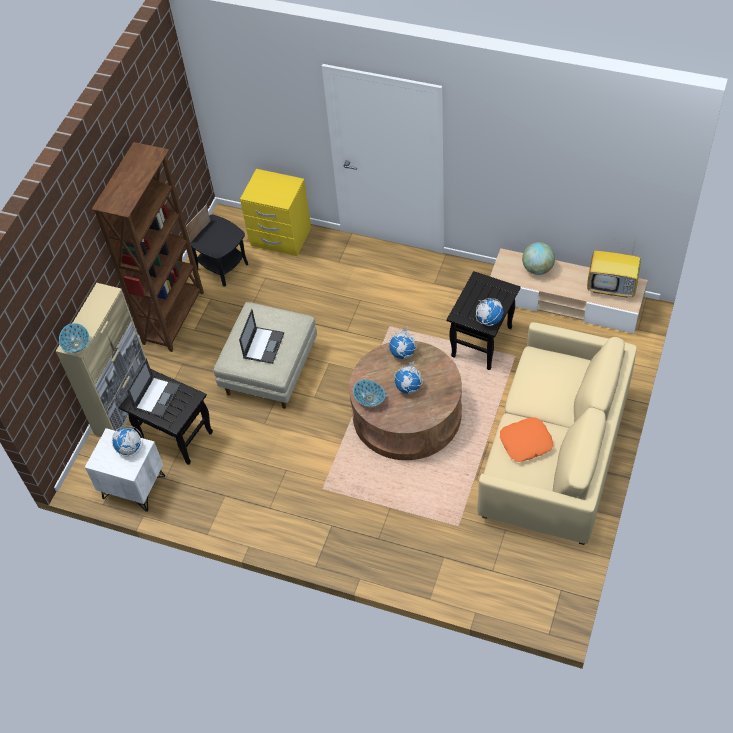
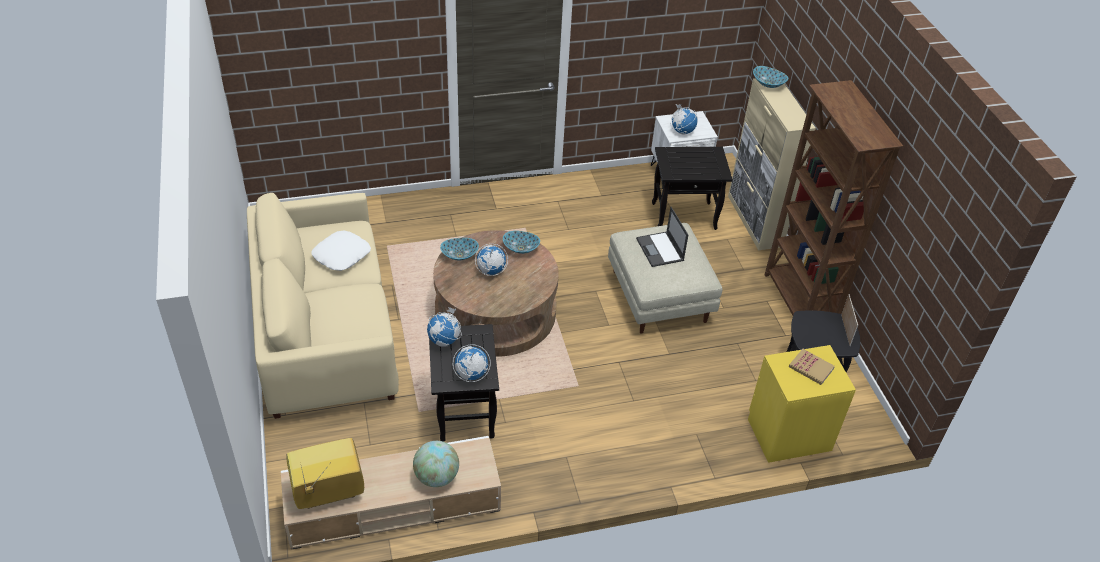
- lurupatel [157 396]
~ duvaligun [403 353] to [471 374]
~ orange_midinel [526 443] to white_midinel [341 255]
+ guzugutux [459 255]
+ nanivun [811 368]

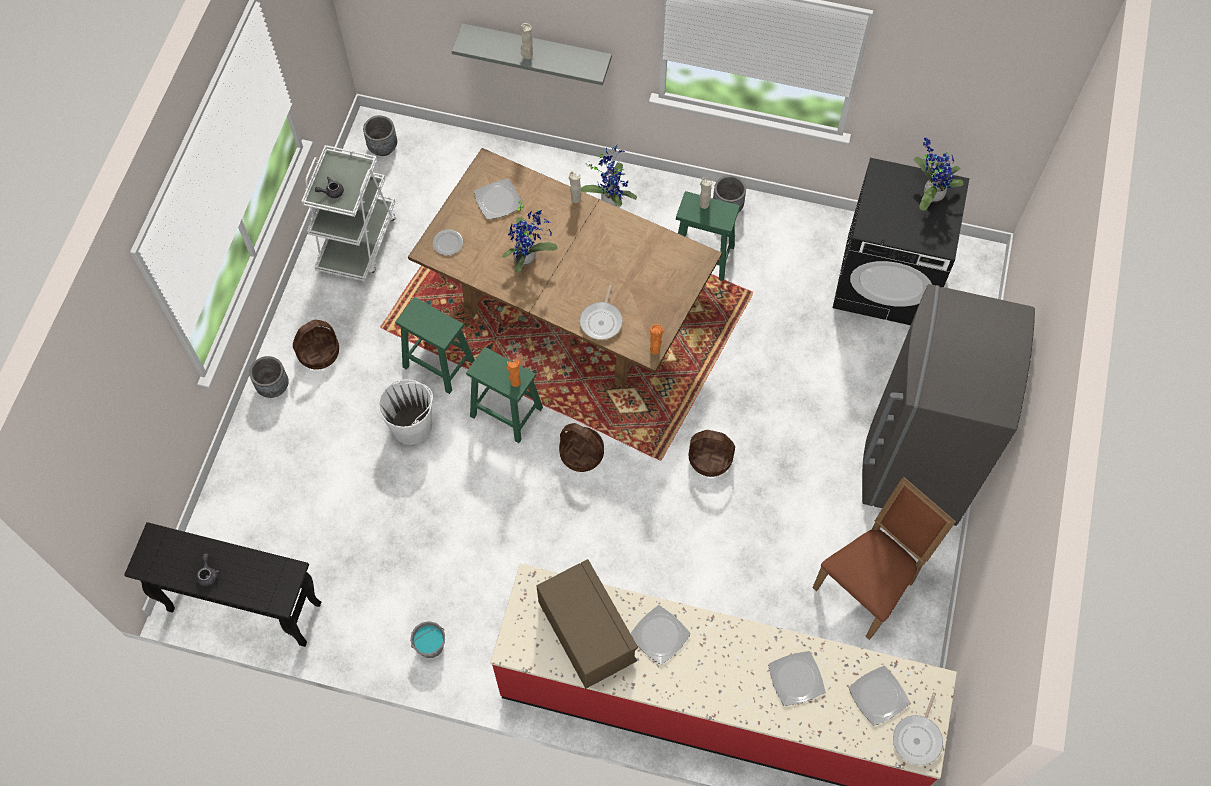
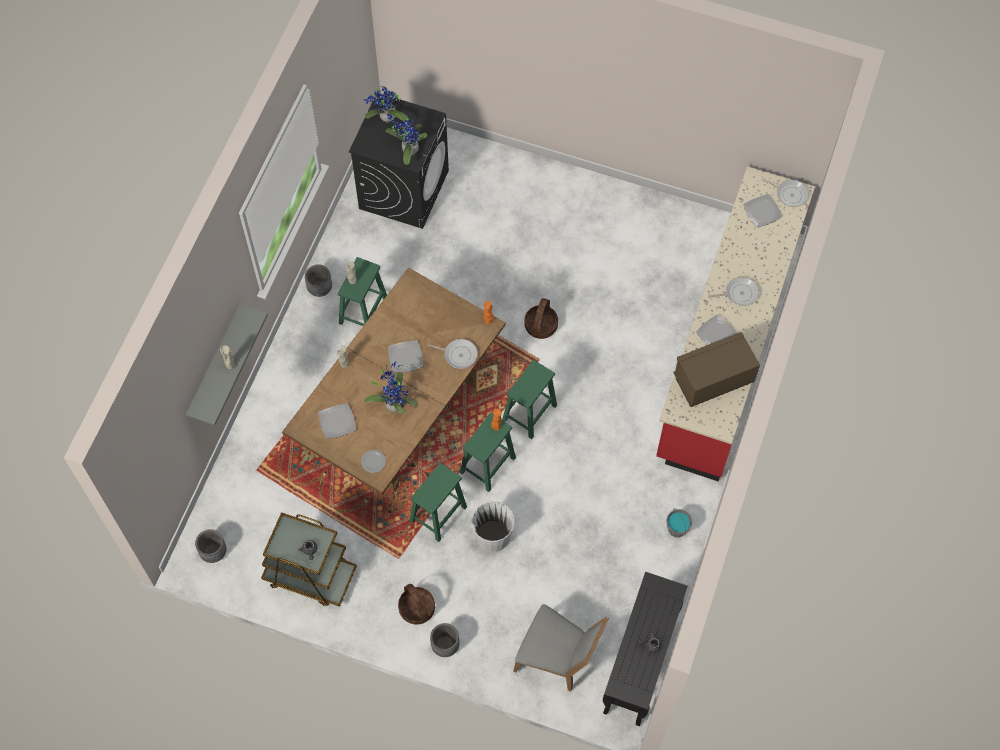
~ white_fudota [357 241] to brown_fudota [309 575]
~ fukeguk [581 454] to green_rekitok [529 413]
~ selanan [610 198] to [408 149]
~ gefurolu [796 679] to [406 357]
- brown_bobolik [869 584]
- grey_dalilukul [916 461]
+ grey_bobolik [557 659]
+ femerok [739 293]

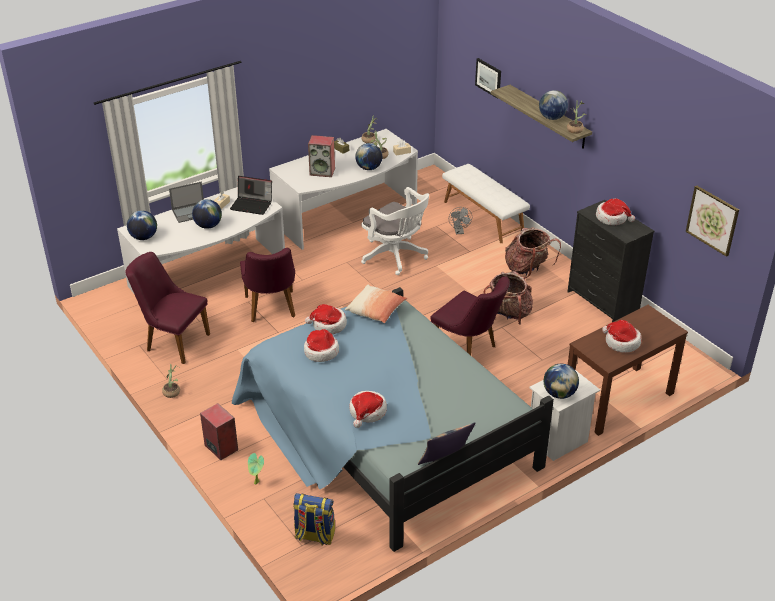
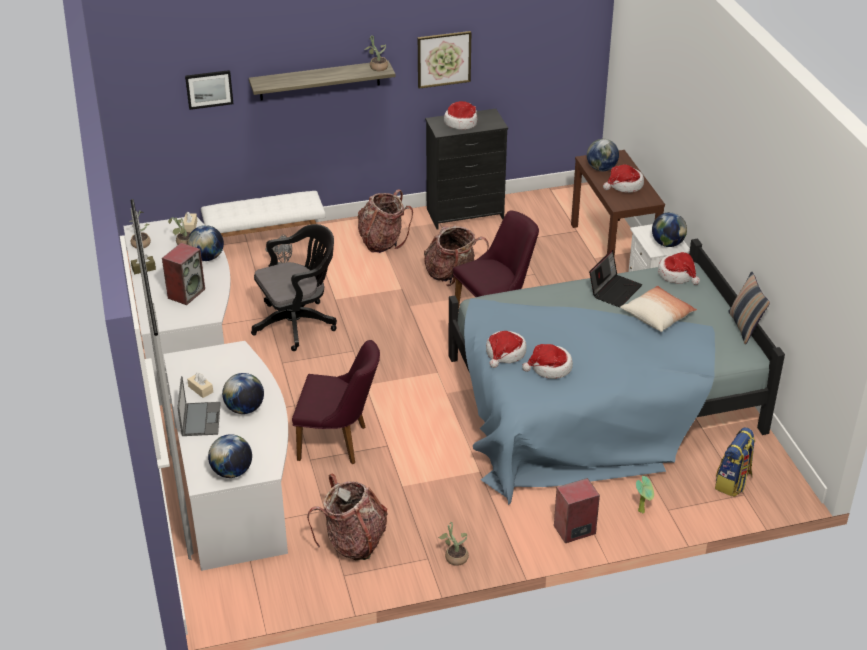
~ purple_bobolik [172 341] to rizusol [353 542]
~ lurupatel [252 205] to [614 290]
~ midinel [376 310] to [657 316]
~ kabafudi [367 412] to [677 274]
~ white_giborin [396 257] to black_giborin [298 323]
~ duvaligun [552 118] to [601 169]
~ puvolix [712 220] to [444 59]

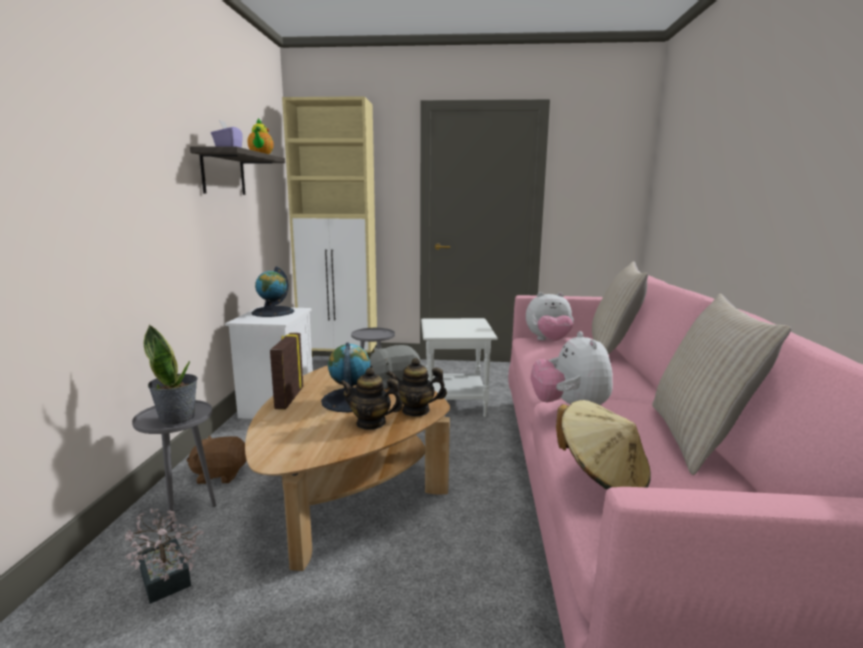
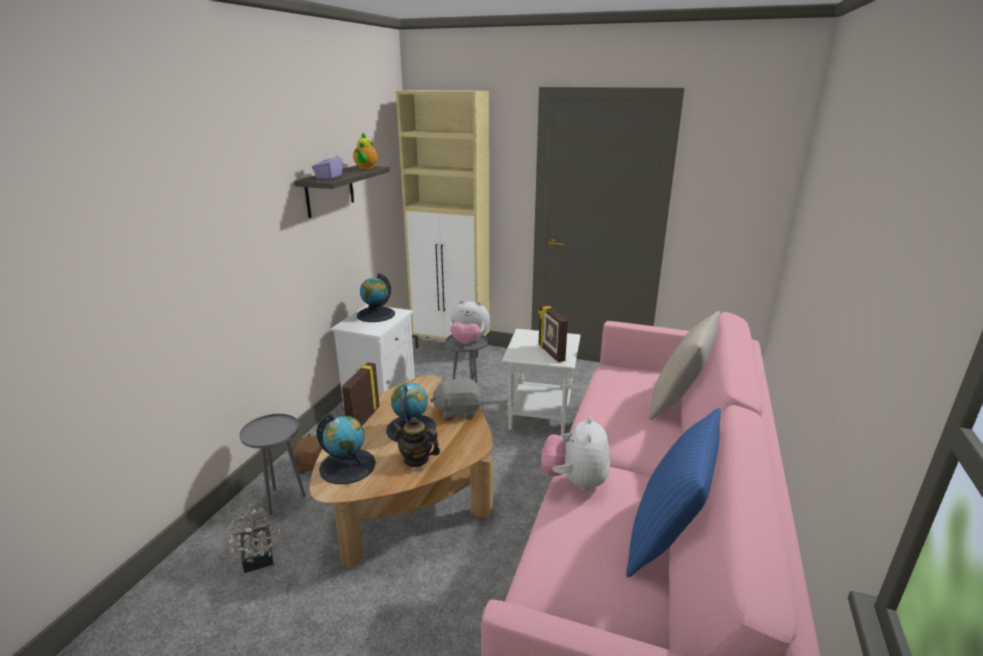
- selanan [178 417]
- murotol [416 410]
~ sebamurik [548 341] to [469 341]
- beige_kabafudi [602 475]
~ beige_midinel [697 439] to blue_midinel [667 537]
+ duvaligun [347 466]
+ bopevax [550 353]

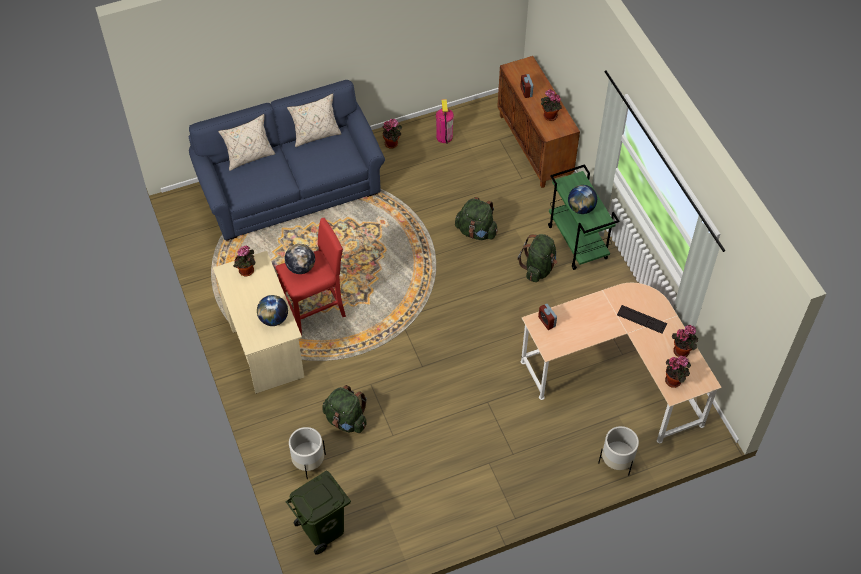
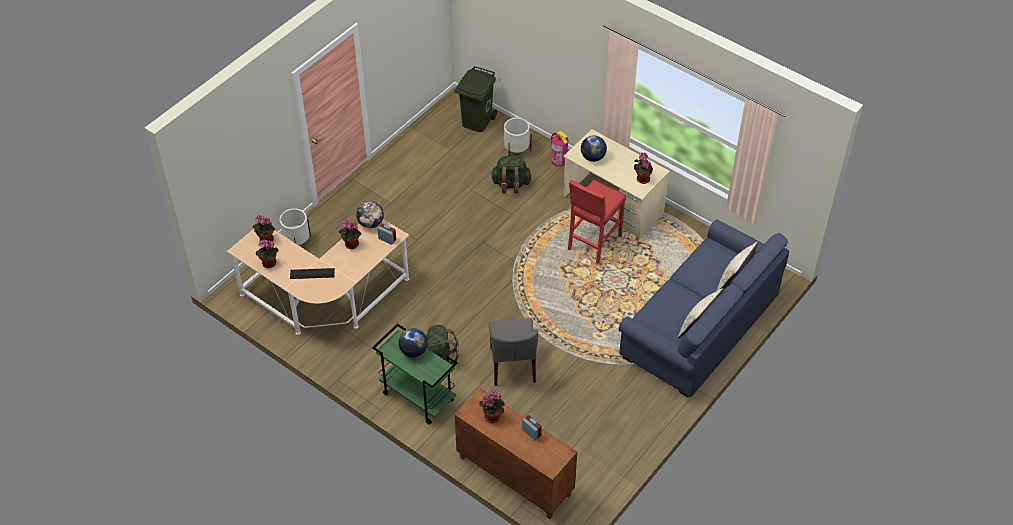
~ duvaligun [301 267] to [371 223]
~ selanan [392 143] to [350 245]
~ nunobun [444 137] to [559 161]
~ green_rizusol [476 231] to grey_bobolik [513 365]

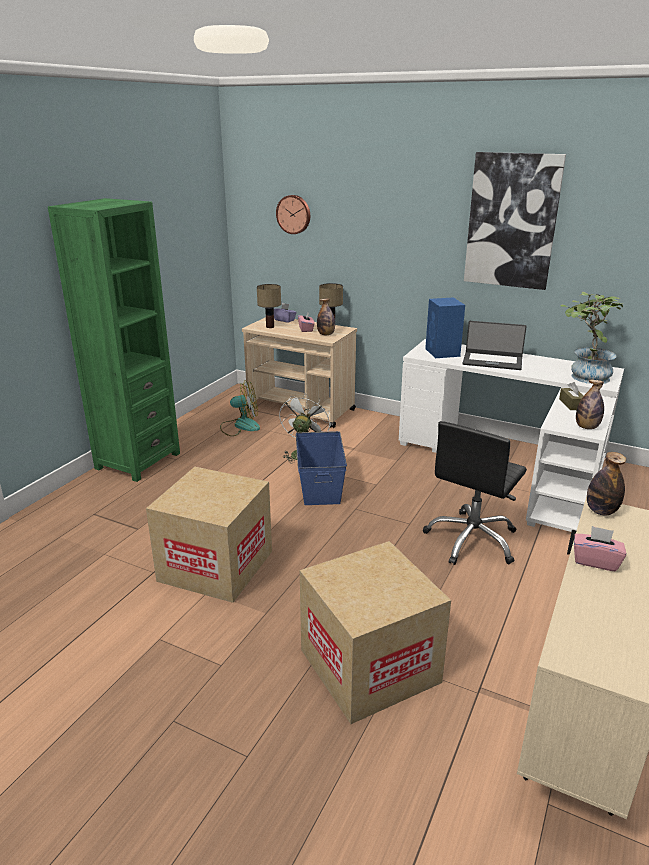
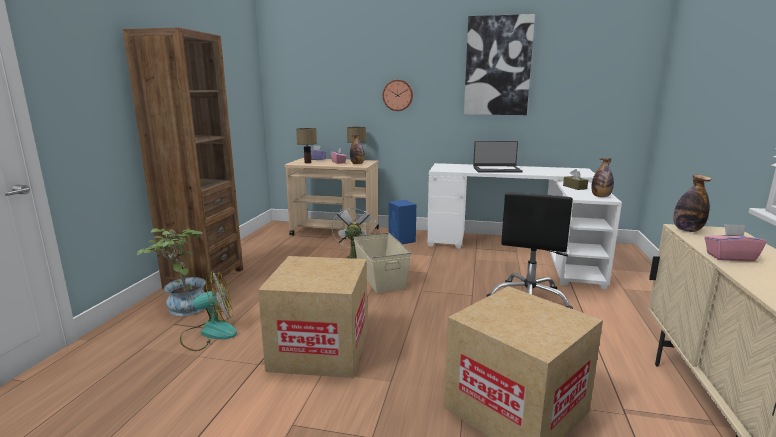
~ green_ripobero [138 461] to brown_ripobero [204 278]
~ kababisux [240 426] to [209 333]
~ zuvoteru [294 214] to [398 95]
~ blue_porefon [319 485] to beige_porefon [380 278]
~ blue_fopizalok [442 353] to [402 240]
~ selanan [584 376] to [182 306]

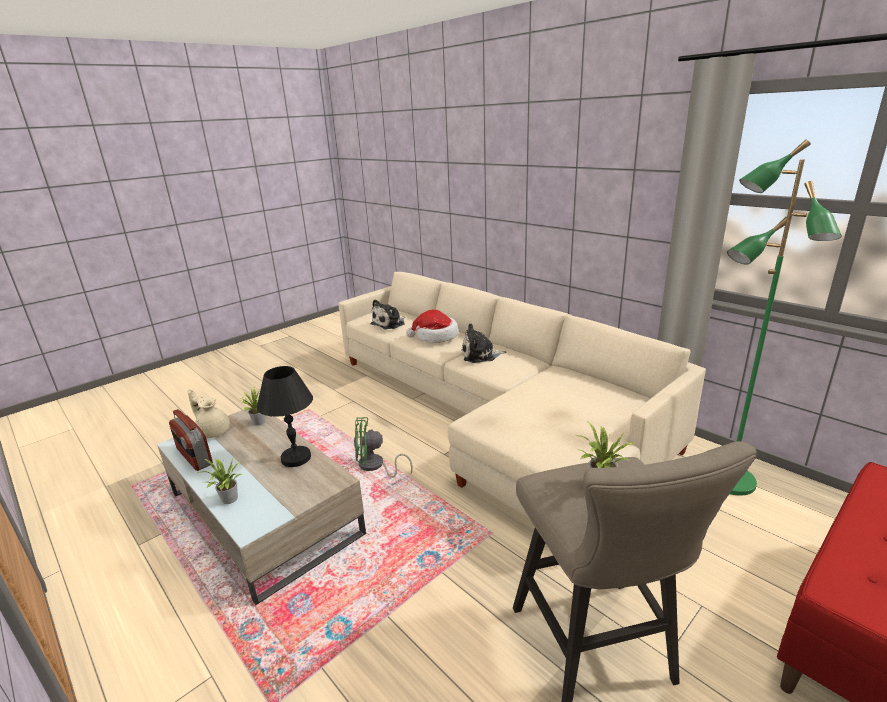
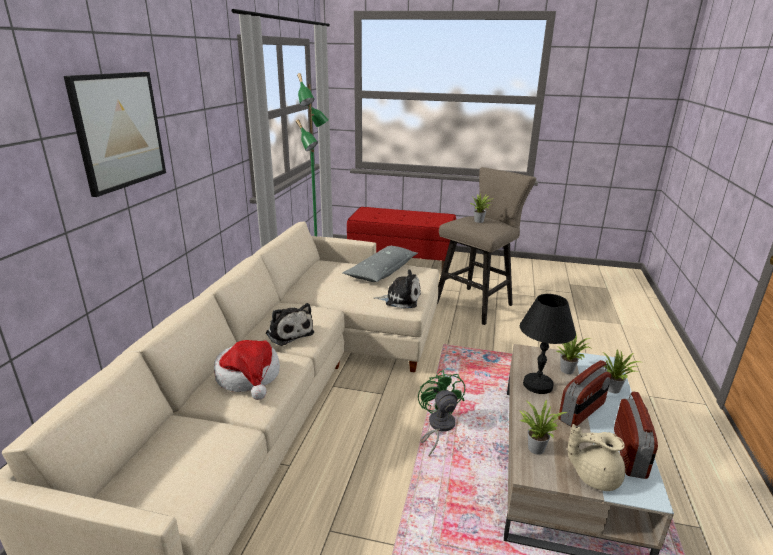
~ beige_murotol [213 431] = [594 476] 105 degrees clockwise
~ green_kababisux [375 466] = [438 427] 150 degrees counterclockwise
~ sebamurik [389 324] to [400 299]
+ puvolix [119 131]
+ grey_midinel [382 271]
+ selanan [568 369]
+ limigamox [582 412]

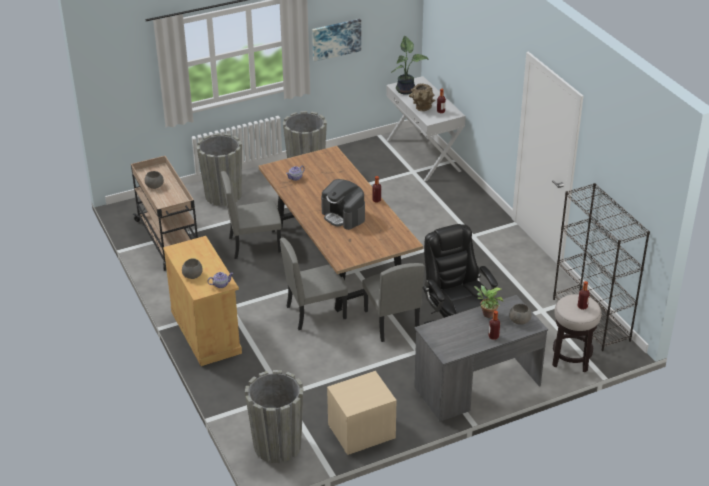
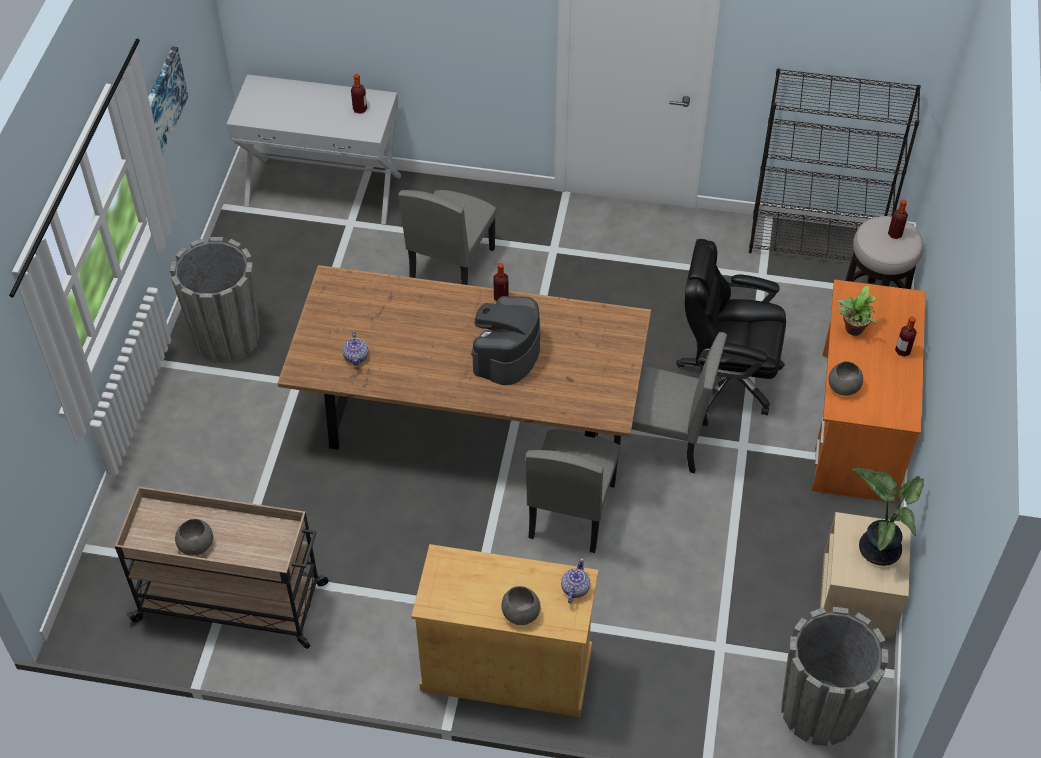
- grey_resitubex [223 195]
~ grey_bobolik [254 244] to [451 265]
~ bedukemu [343 216] = [506 354] 120 degrees clockwise
~ selanan [406 90] to [878 547]
- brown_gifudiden [421 109]
~ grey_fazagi [477 387] to orange_fazagi [857 426]
~ grey_guzugutux [519 320] to [843 387]

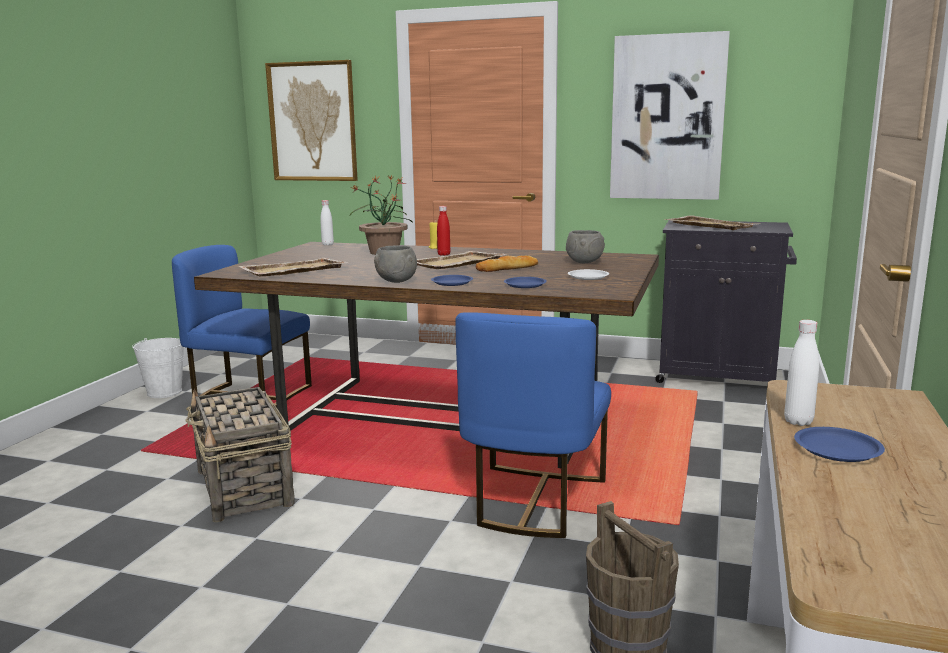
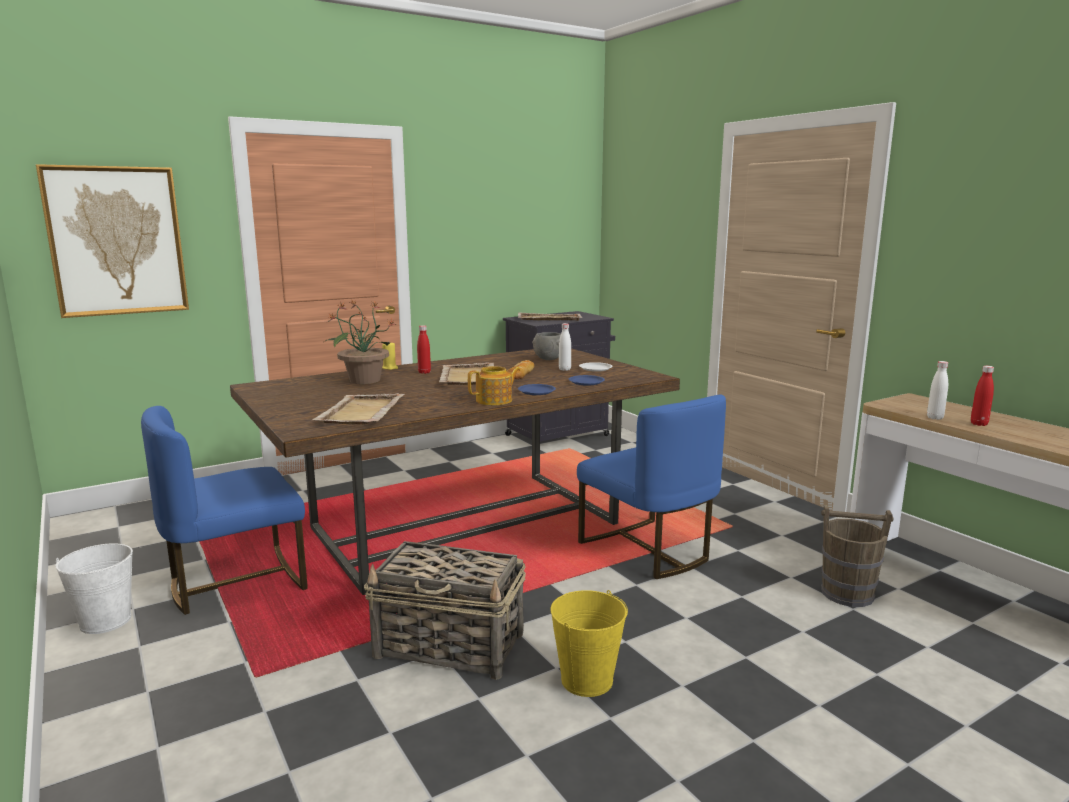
~ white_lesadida [327 244] to [564 369]
~ grey_guzugutux [395 282] to murotol [495 400]
- puvolix [667 118]
~ blue_gefurolu [836 449] to red_lesadida [979 424]
+ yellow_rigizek [586 680]

